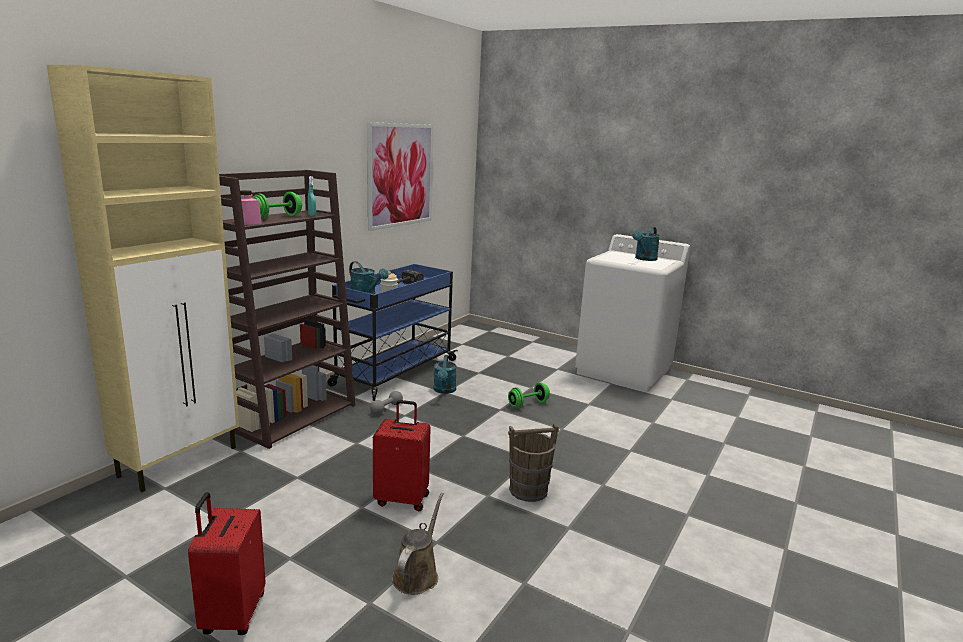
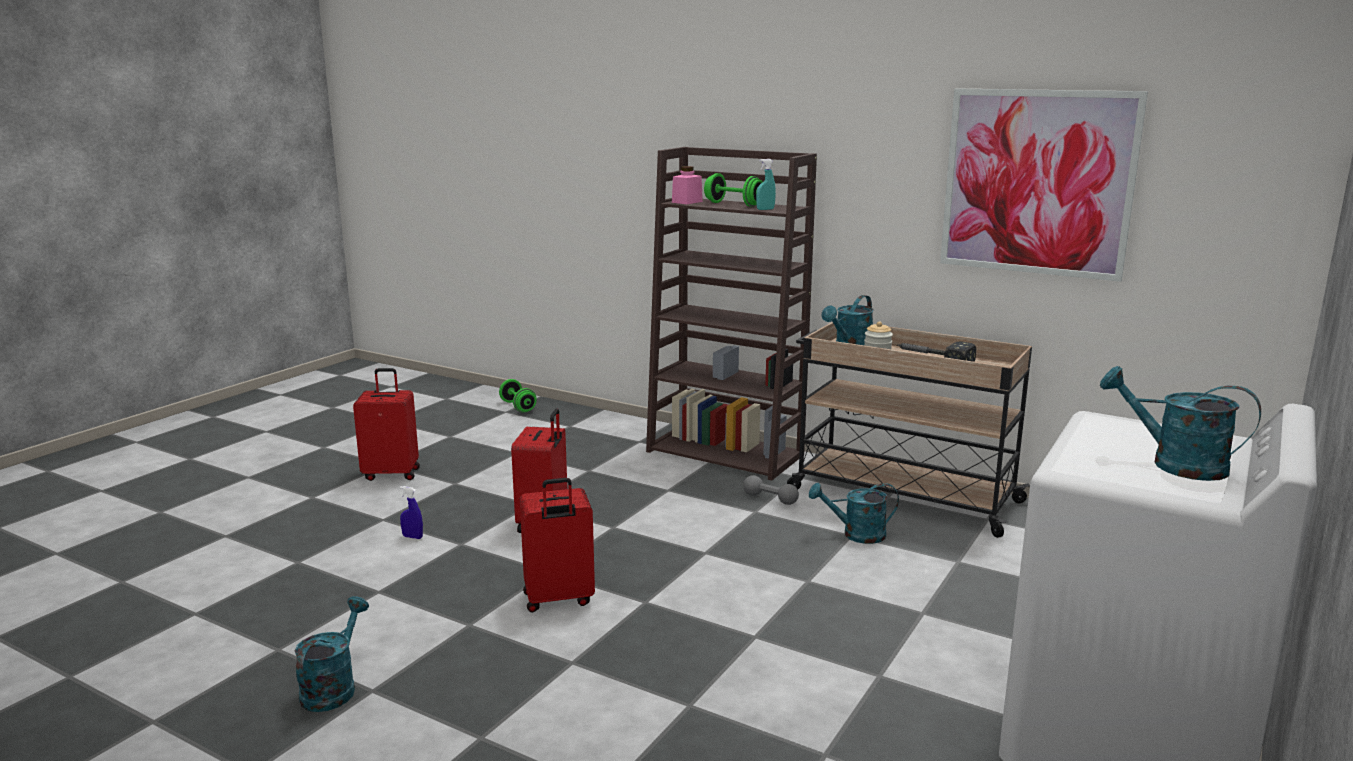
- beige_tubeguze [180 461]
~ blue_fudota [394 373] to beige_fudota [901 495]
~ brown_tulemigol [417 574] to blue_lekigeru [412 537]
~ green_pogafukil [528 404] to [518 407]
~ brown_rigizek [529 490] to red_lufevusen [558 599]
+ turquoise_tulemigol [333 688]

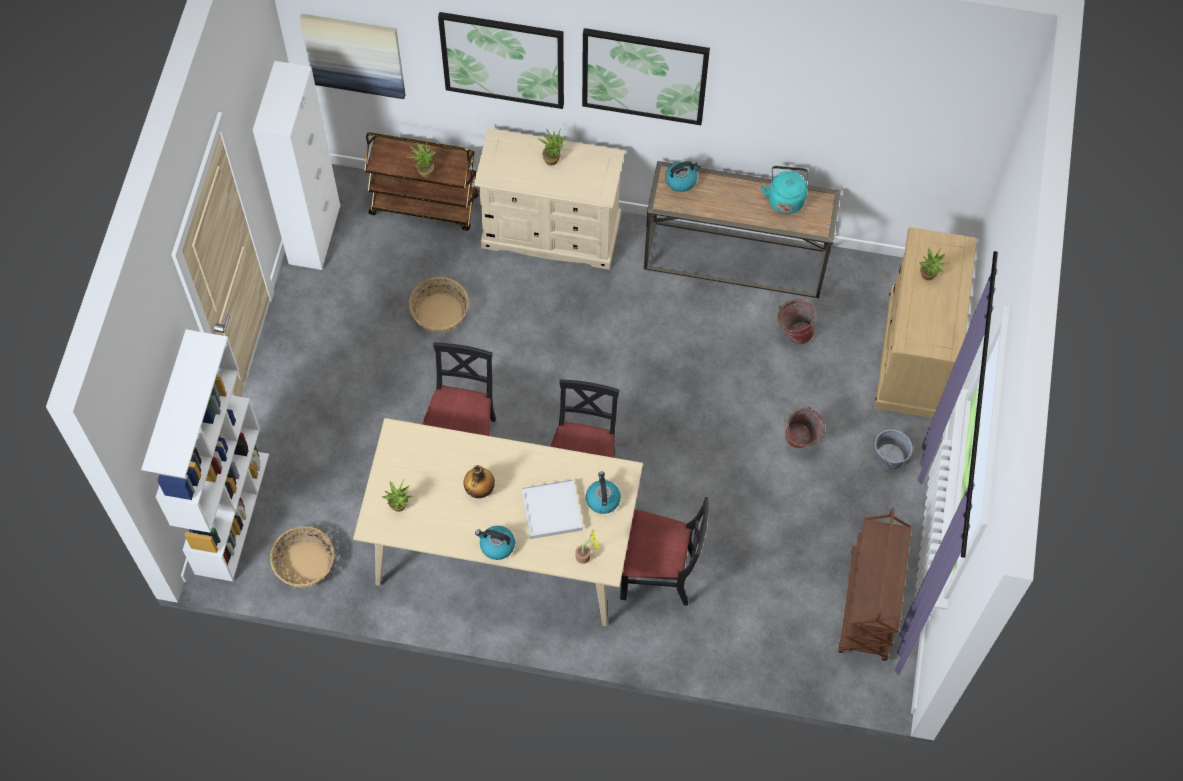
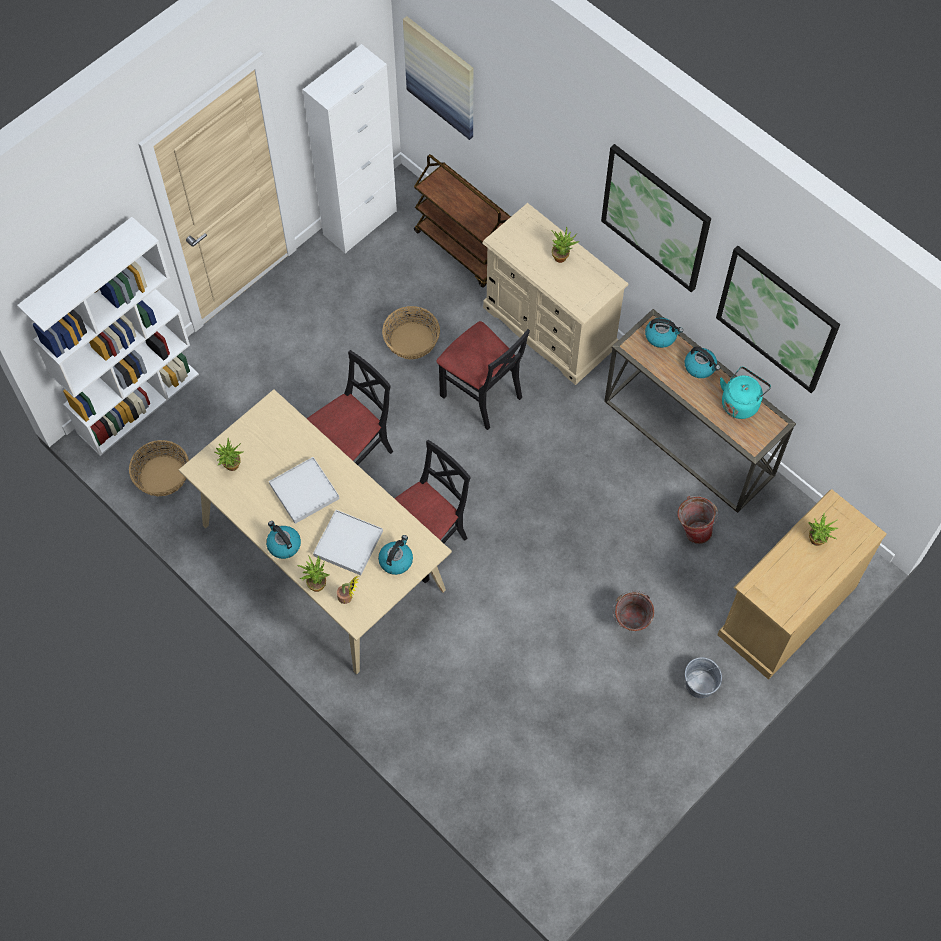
~ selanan [423 170] to [316 582]
~ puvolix [503 59] to [777 319]
~ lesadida [480 489] to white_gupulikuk [304 491]
~ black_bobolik [658 574] to [482 395]
- brown_fudota [868 606]
+ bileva [700 367]

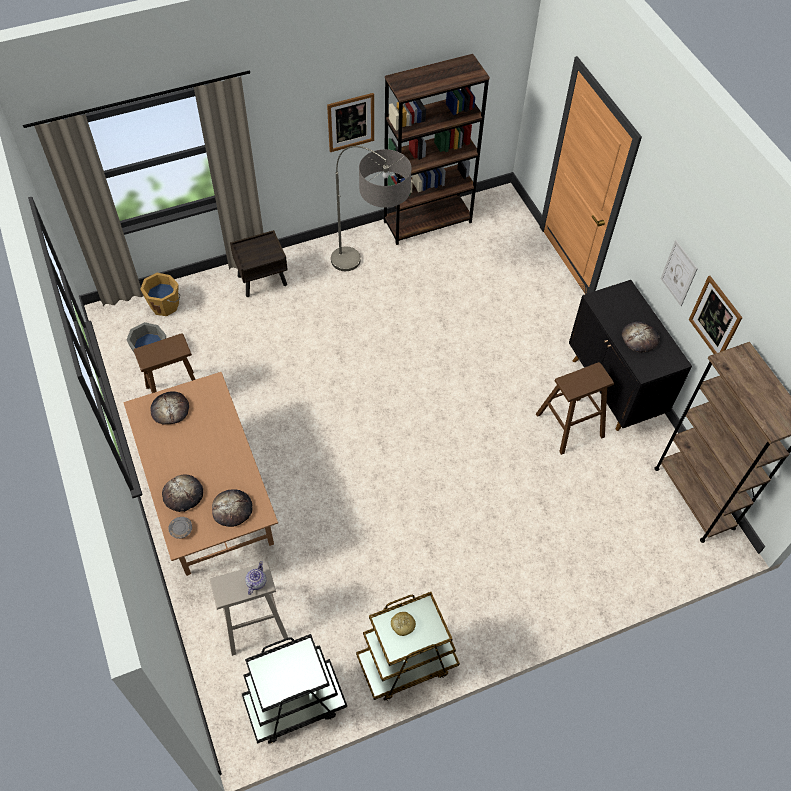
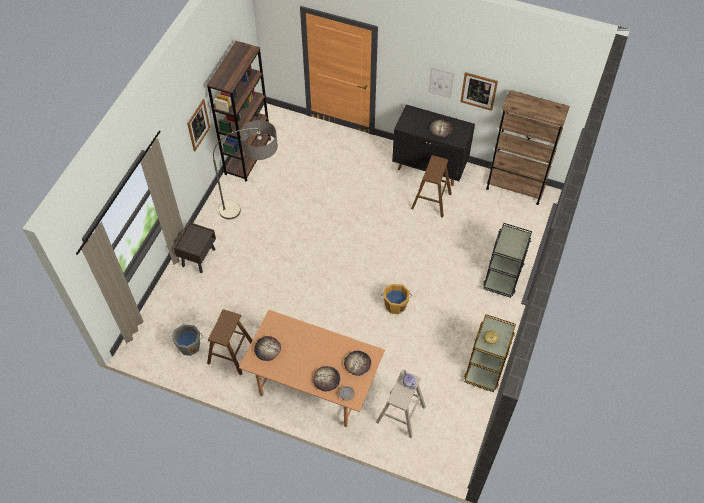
~ orange_rigizek [165 305] to [395 305]
~ black_fudota [294 704] to [503 275]

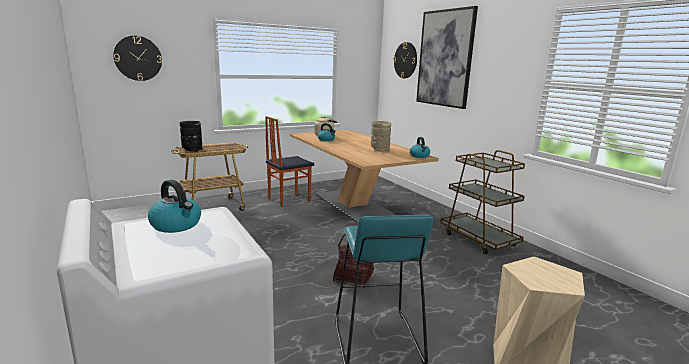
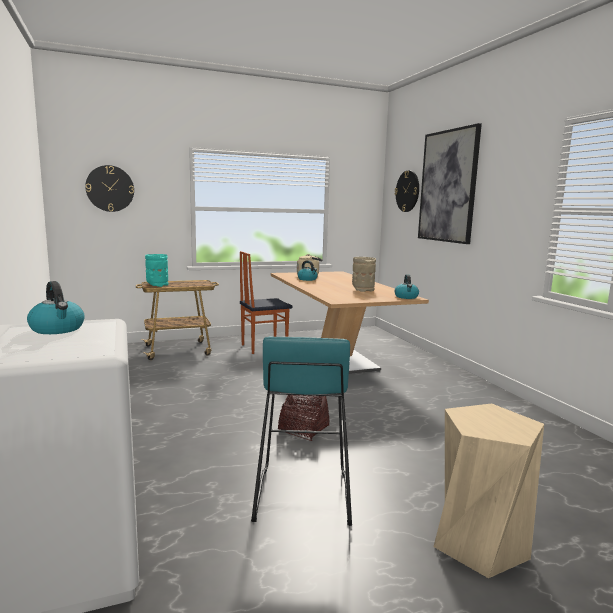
~ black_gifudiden [192 149] to turquoise_gifudiden [157 285]
- brown_fudota [478 239]

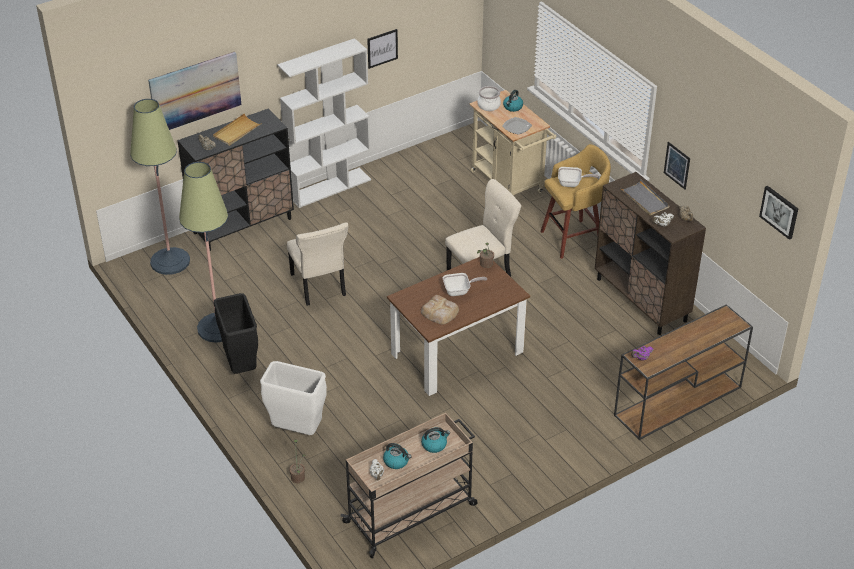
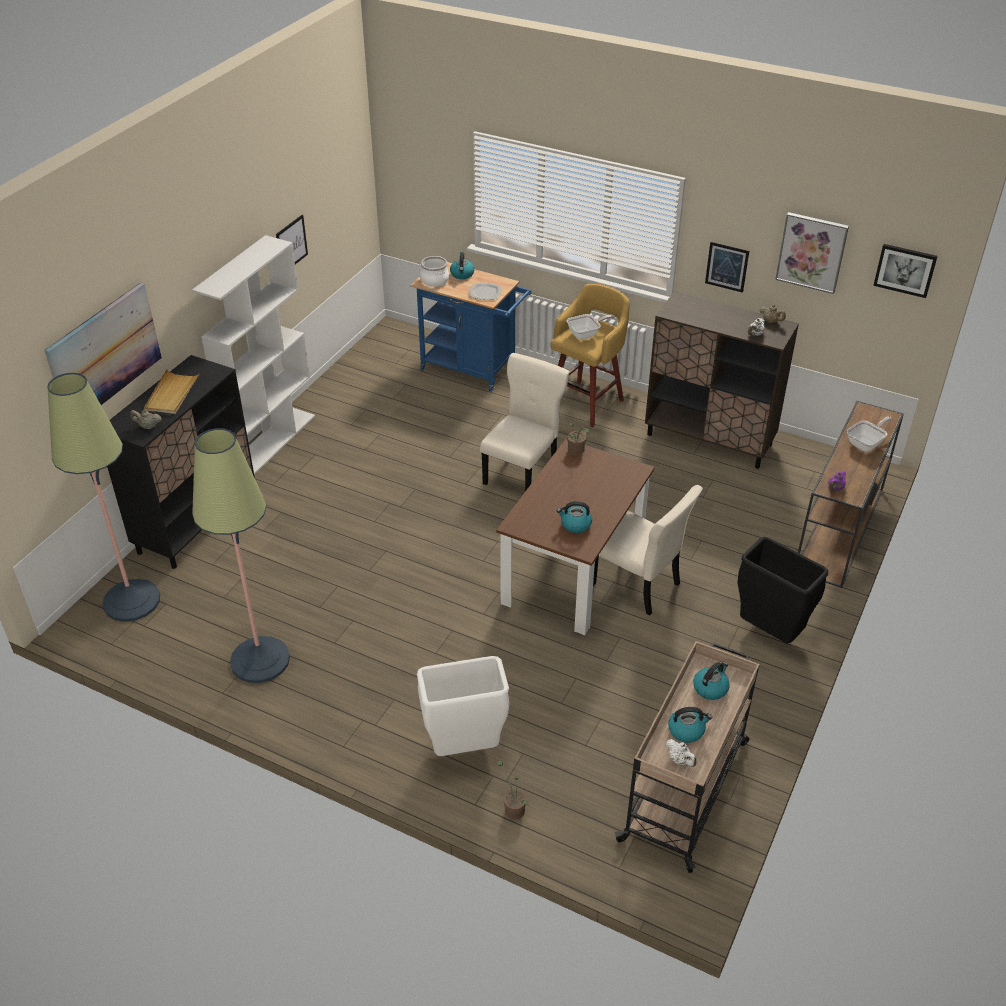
~ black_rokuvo [241 366] to [770 632]
~ beige_bobolik [318 286] to [638 586]
~ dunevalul [440 312] to bileva [575 524]
~ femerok [459 291] to [866 443]
~ beige_fudota [510 184] to blue_fudota [473 370]
- grey_gupulikuk [644 199]
+ puvolix [811 252]

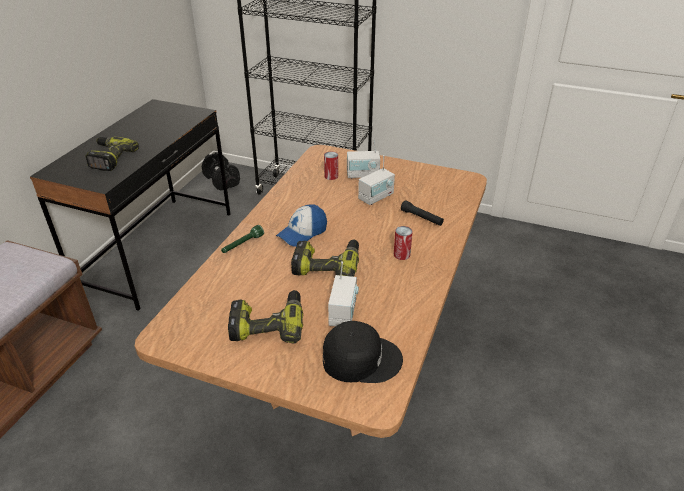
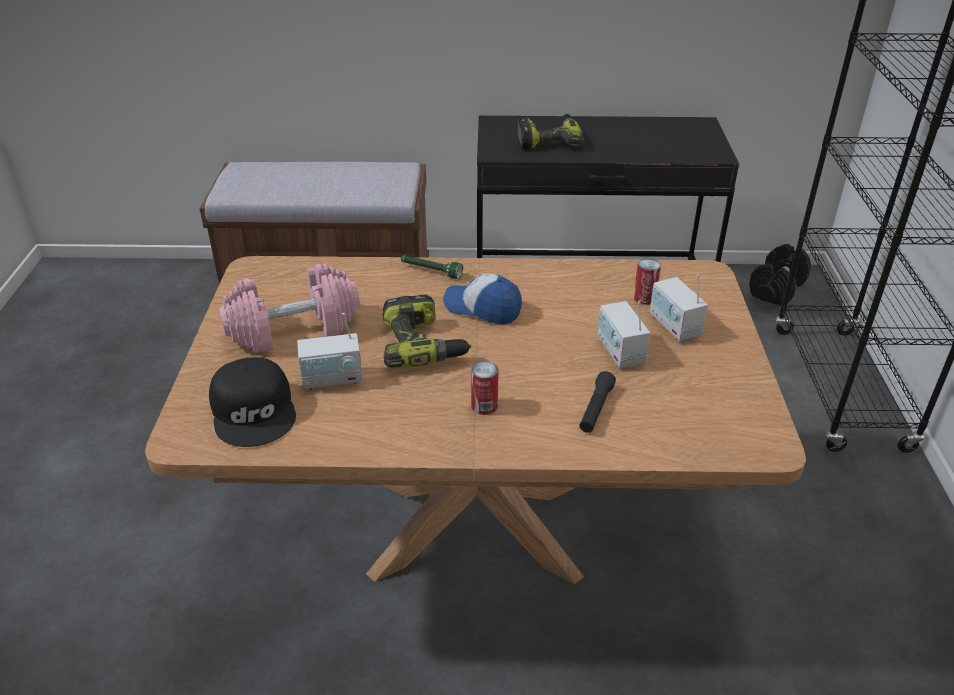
~ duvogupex [268 324] to pink_pogafukil [294 328]
~ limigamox [376 197] = [620 352] 45 degrees clockwise

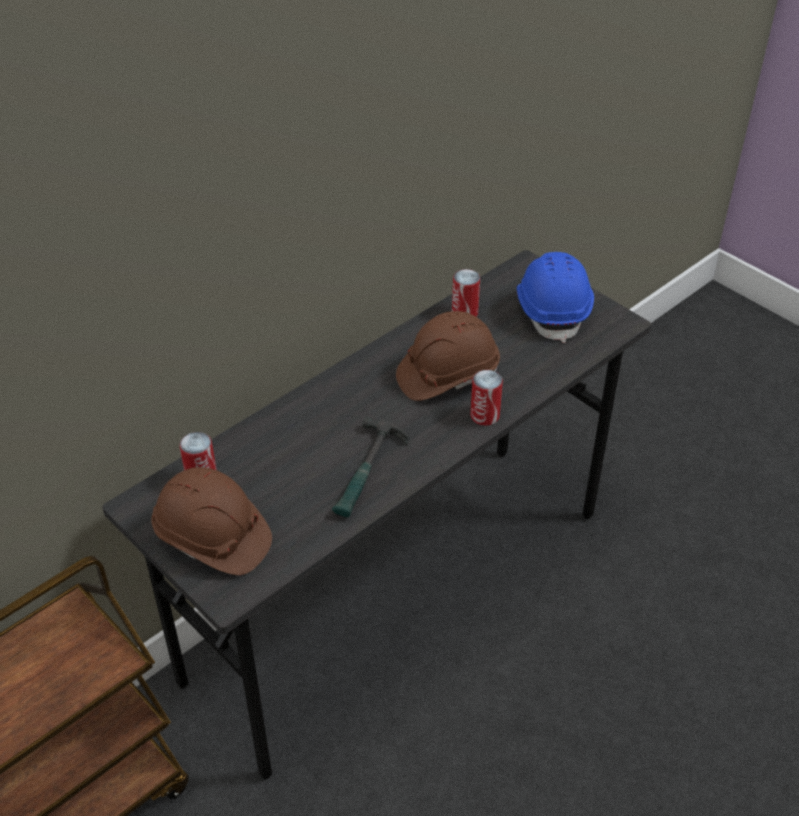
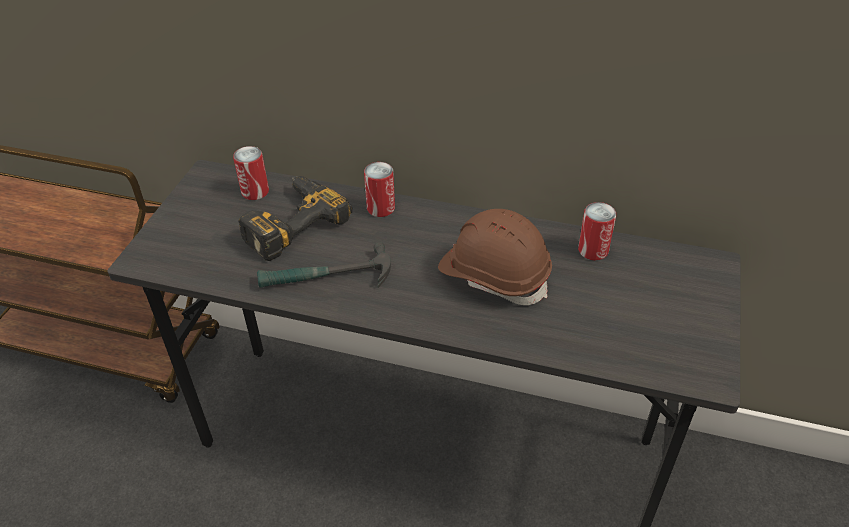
- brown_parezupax [212 538]
~ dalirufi [485 416] to [381 208]
- blue_parezupax [552 310]
+ duvogupex [290 222]

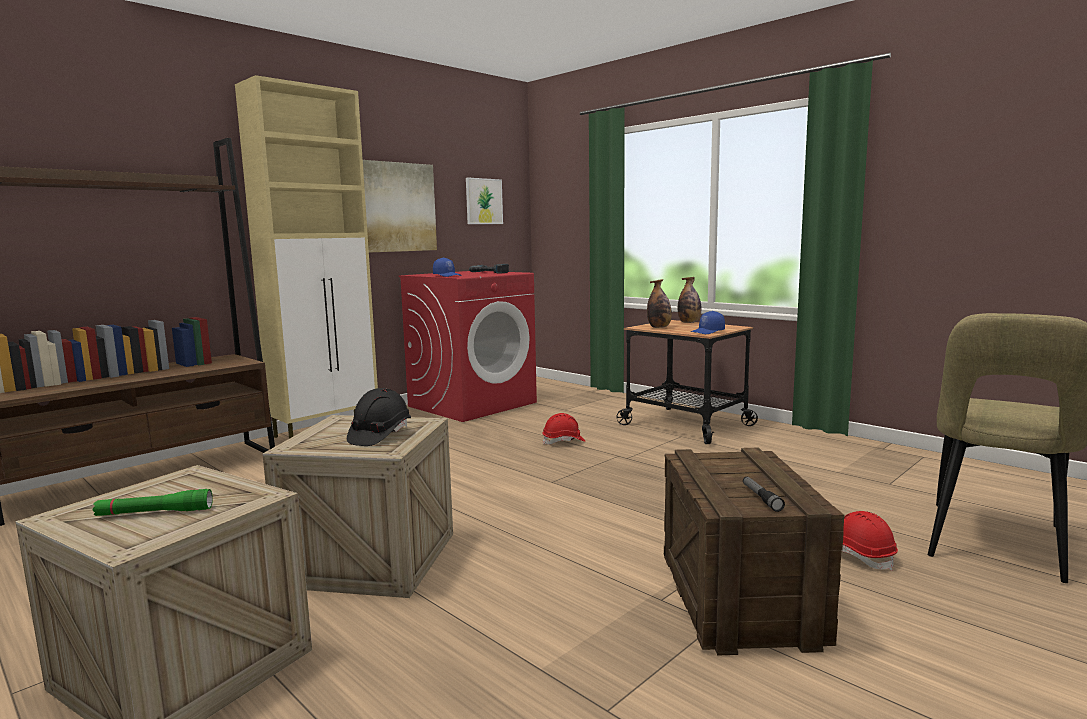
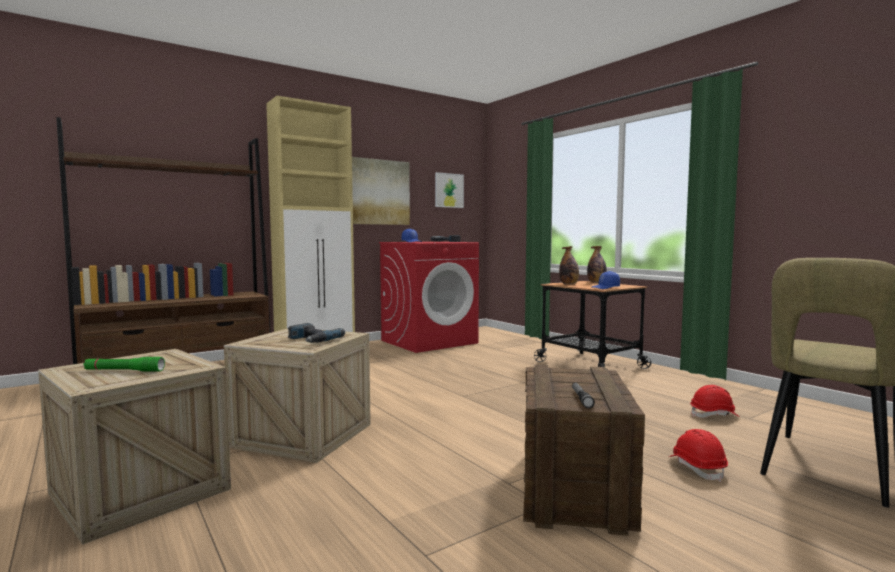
~ black_parezupax [379 436] to duvogupex [311 340]
~ red_parezupax [563 441] to [714 415]

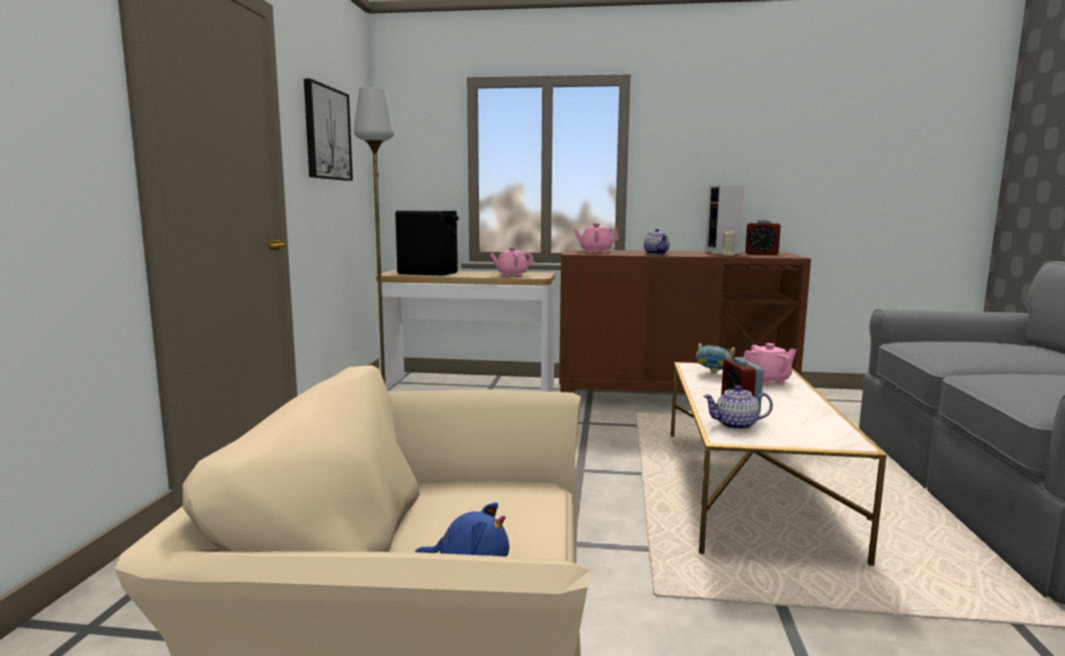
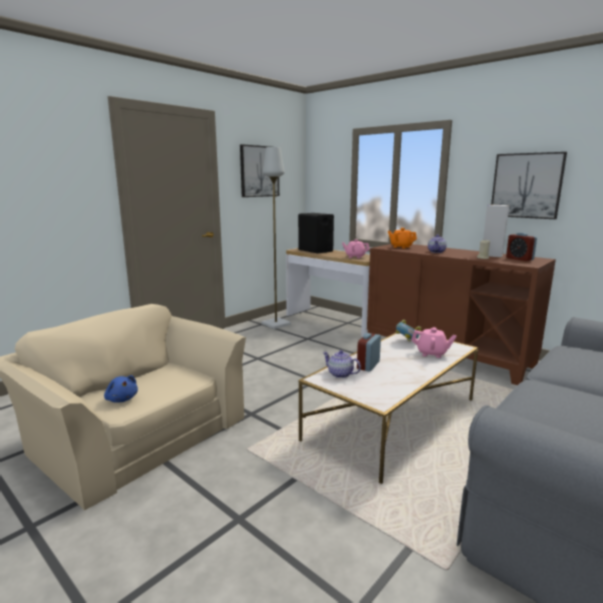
~ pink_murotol [595 252] to orange_murotol [401 247]
+ puvolix [526 185]

